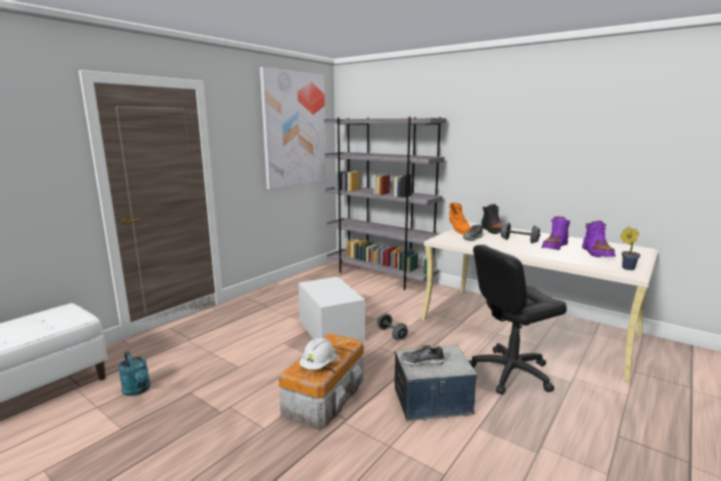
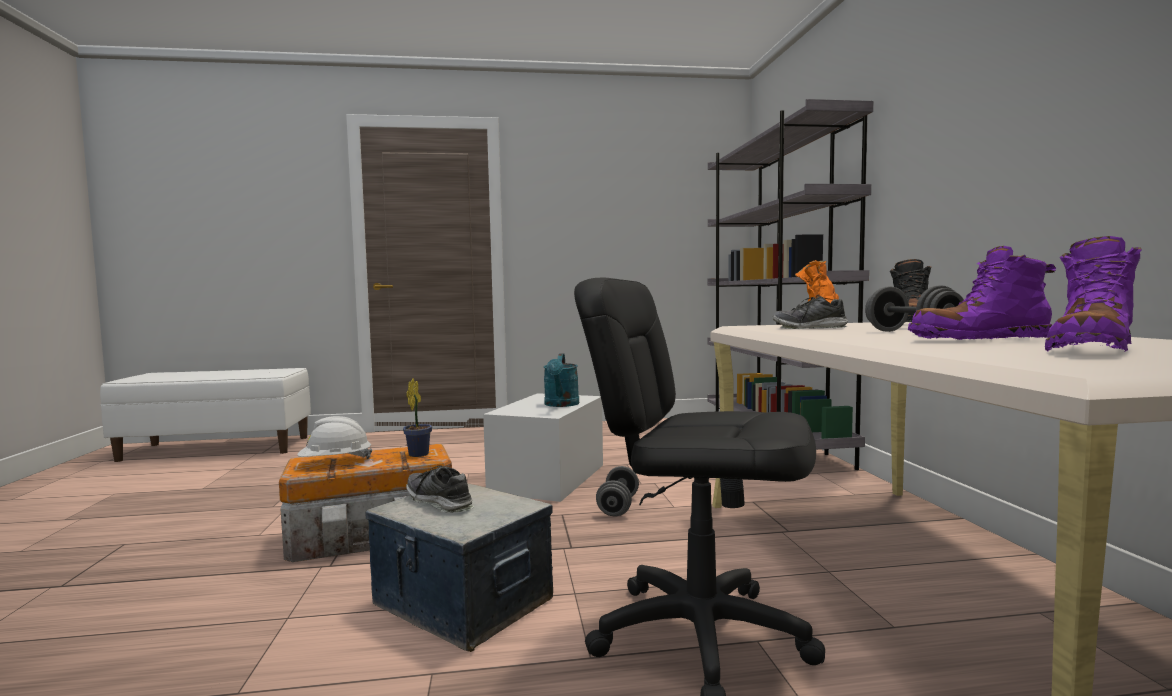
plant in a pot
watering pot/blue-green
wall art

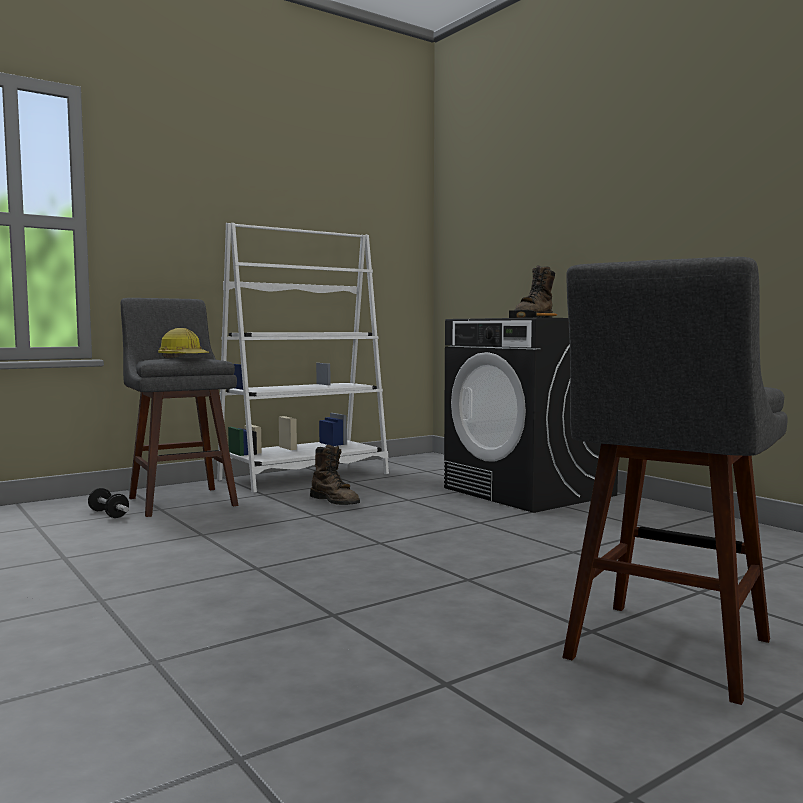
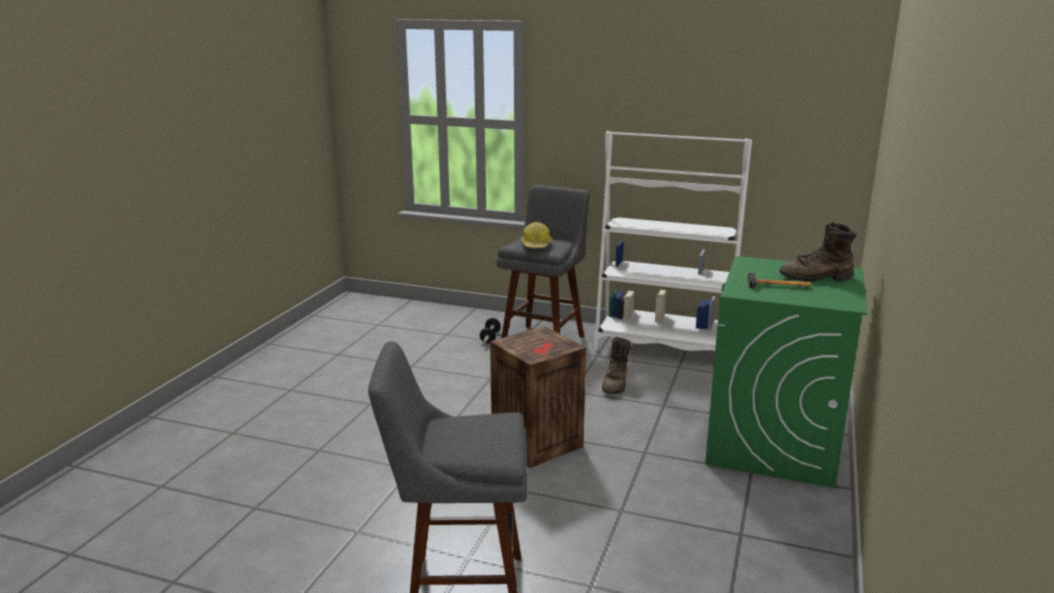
shipping crate
laundry appliance/green-coloured

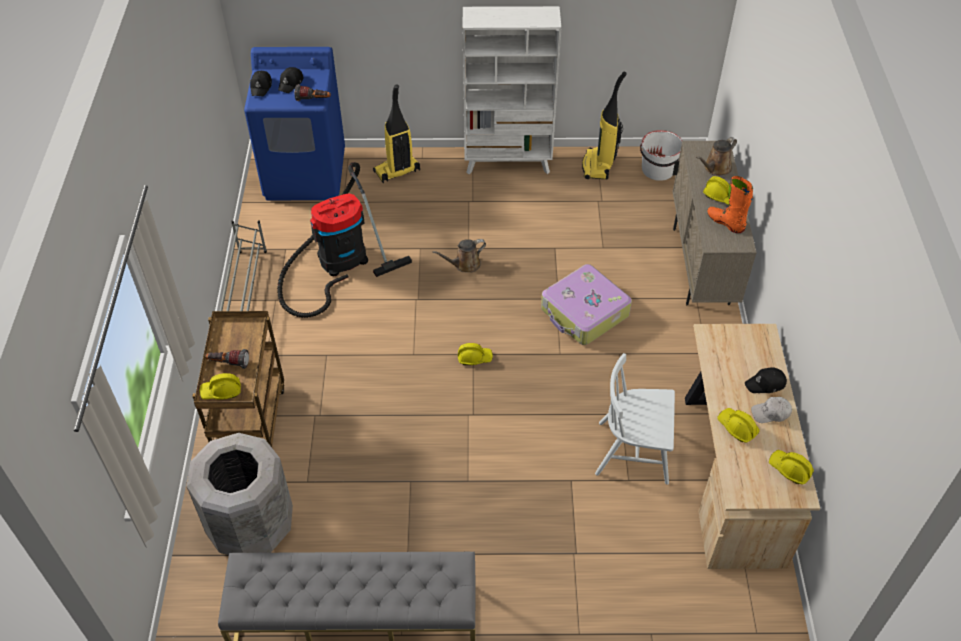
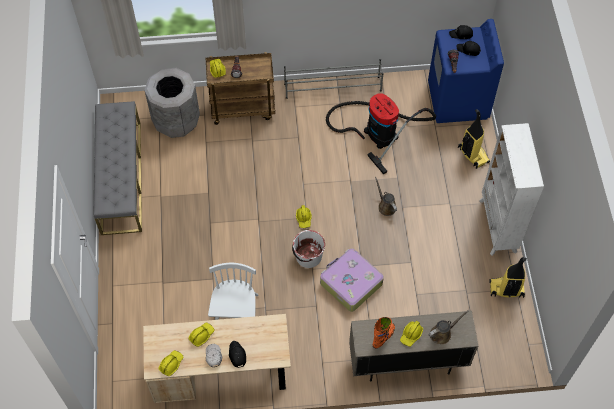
water bucket/white-coloured
watering pot/brown-coloured (no. 2 from left)

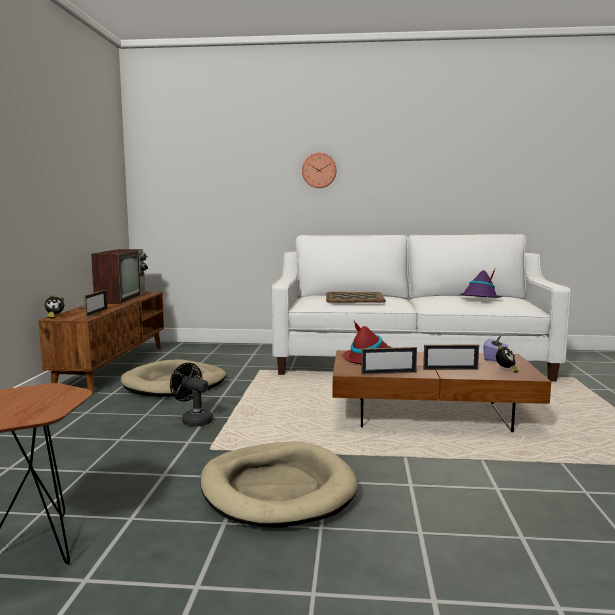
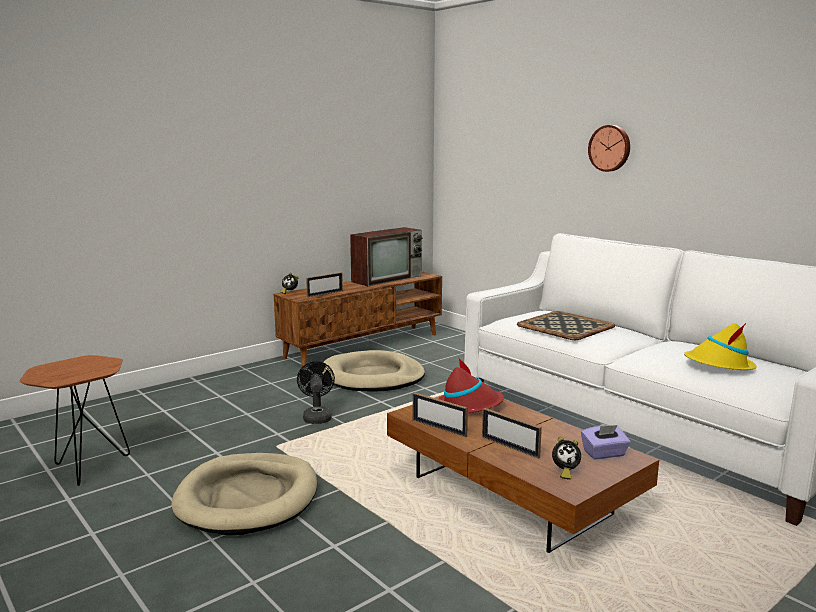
wearable hat/yellow

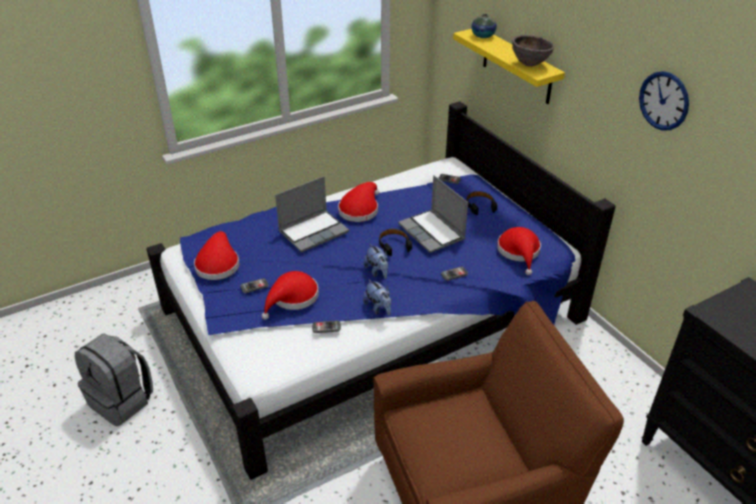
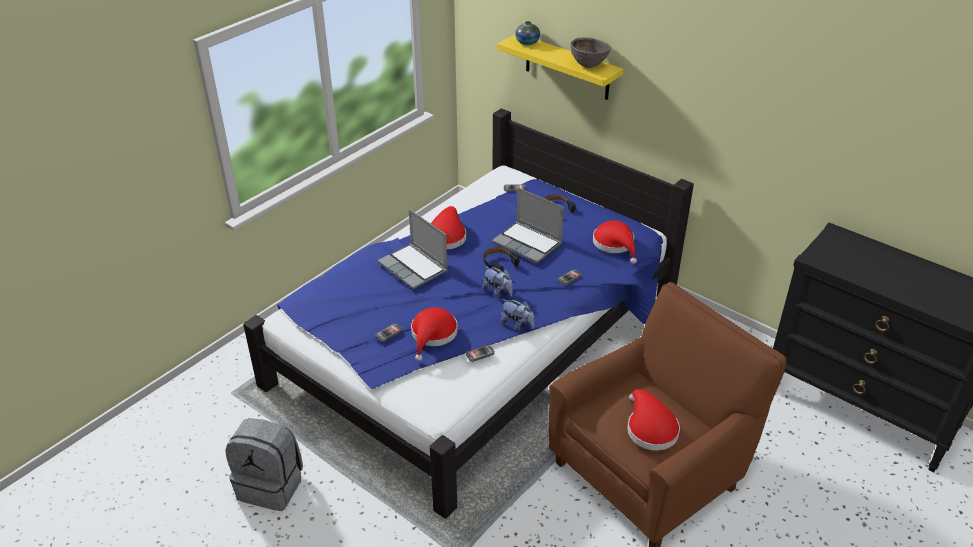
laptop (no. 1 from left)
wearable hat/reddish (no. 4 from left)
clock on the wall

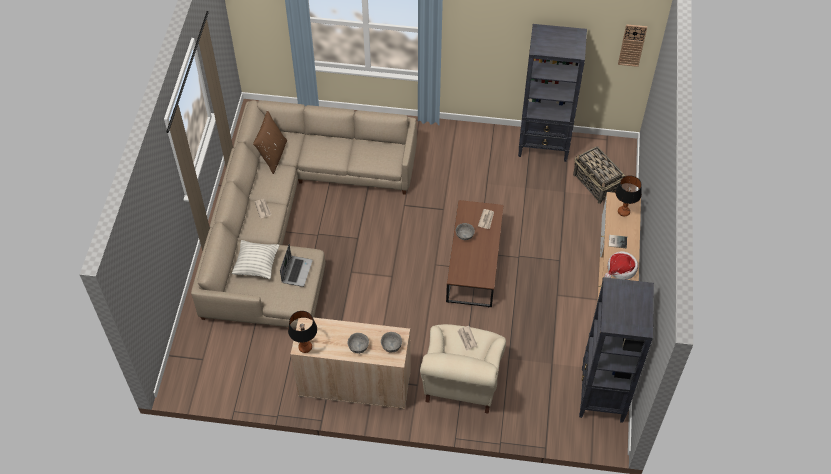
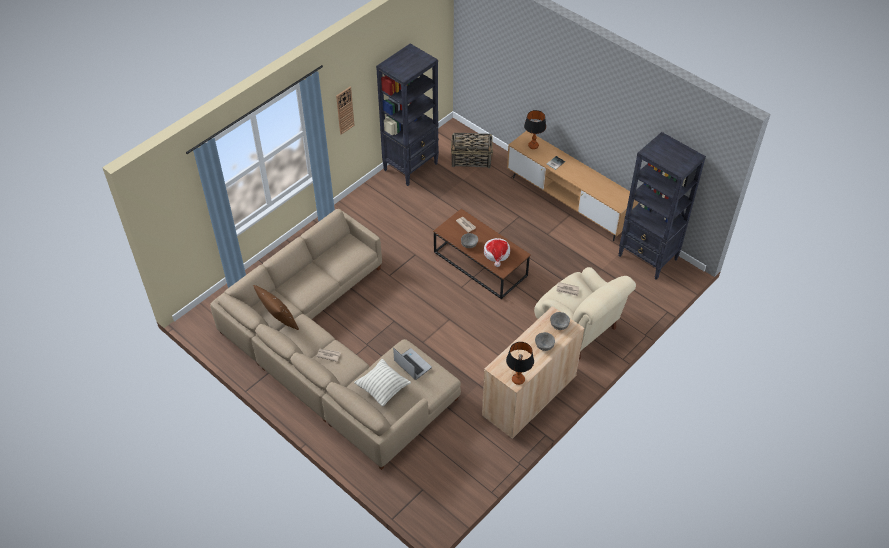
clock on the wall
wearable hat

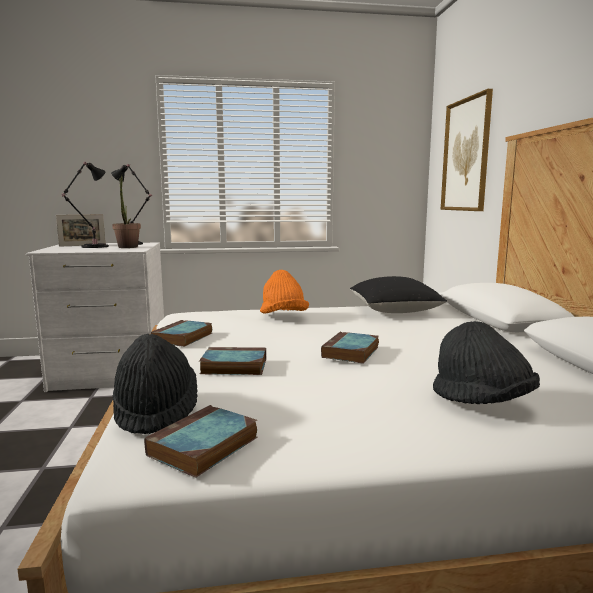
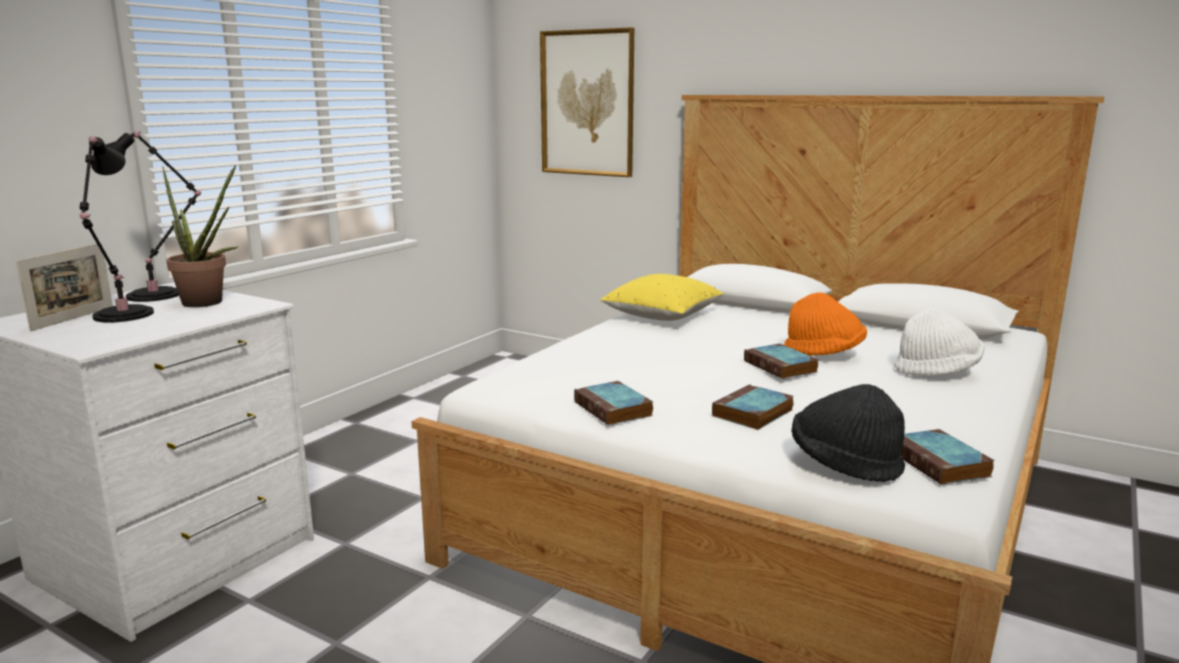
cushion/yellow
wearable hat/orangey
wearable hat/white-coloured

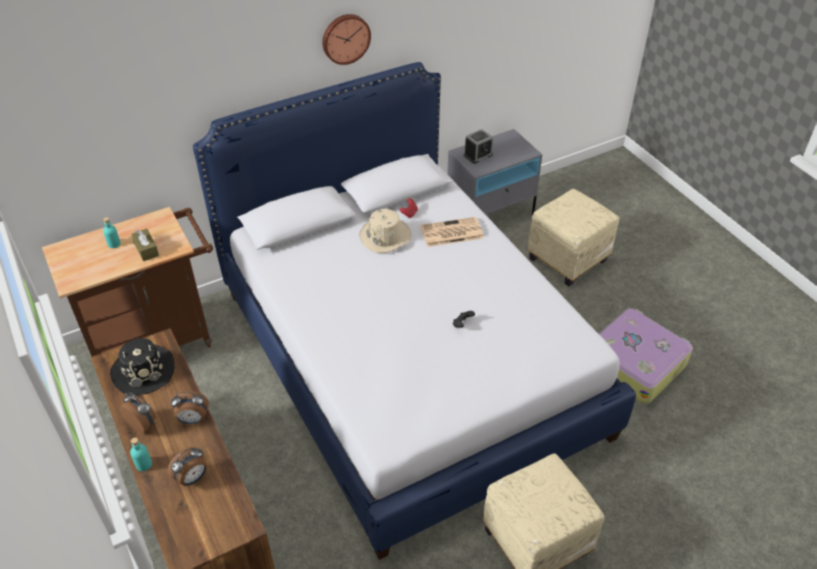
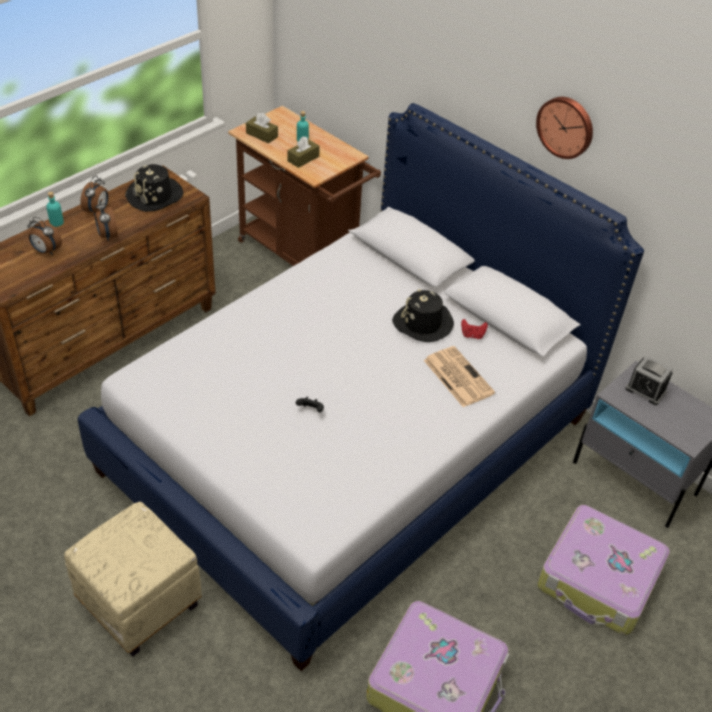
tissue holder/brown-coloured (no. 1 from left)
wearable hat/black-coloured (no. 2 from left)
suitcase (no. 2 from left)

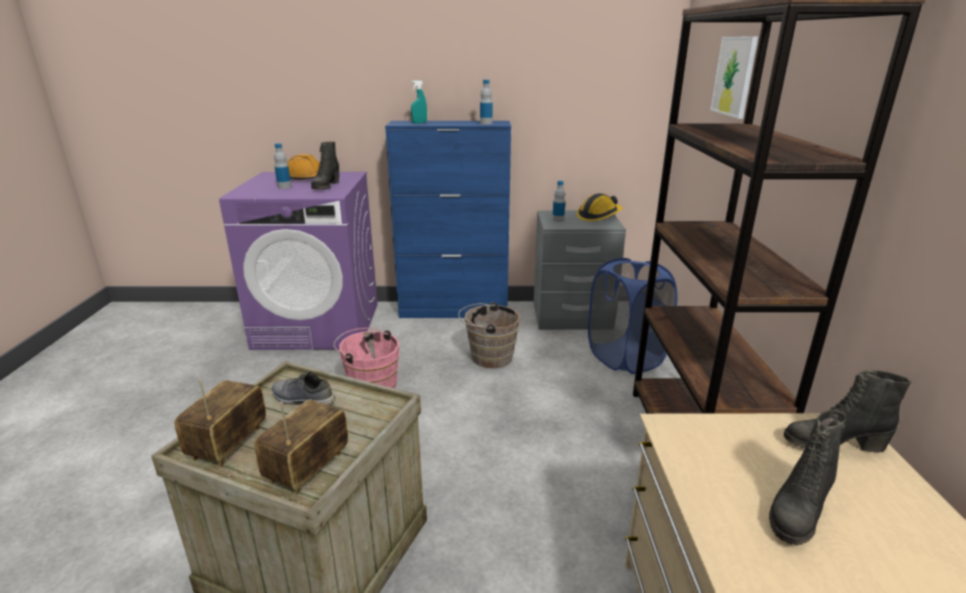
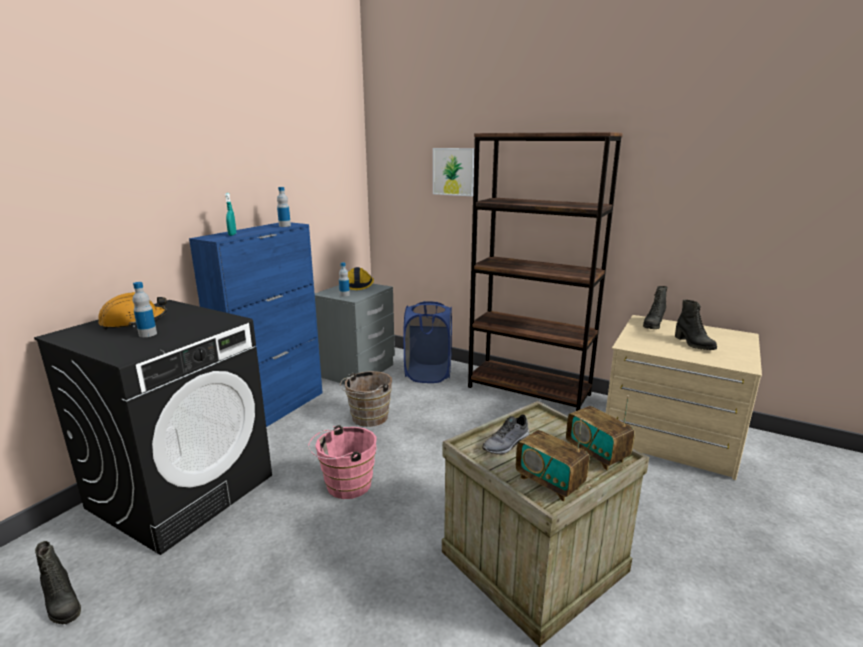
laundry appliance/black-coloured
tall boot/black-coloured (no. 1 from left)

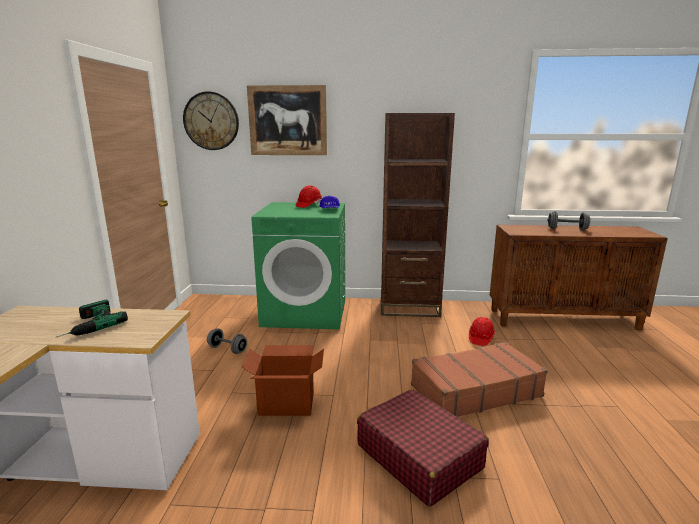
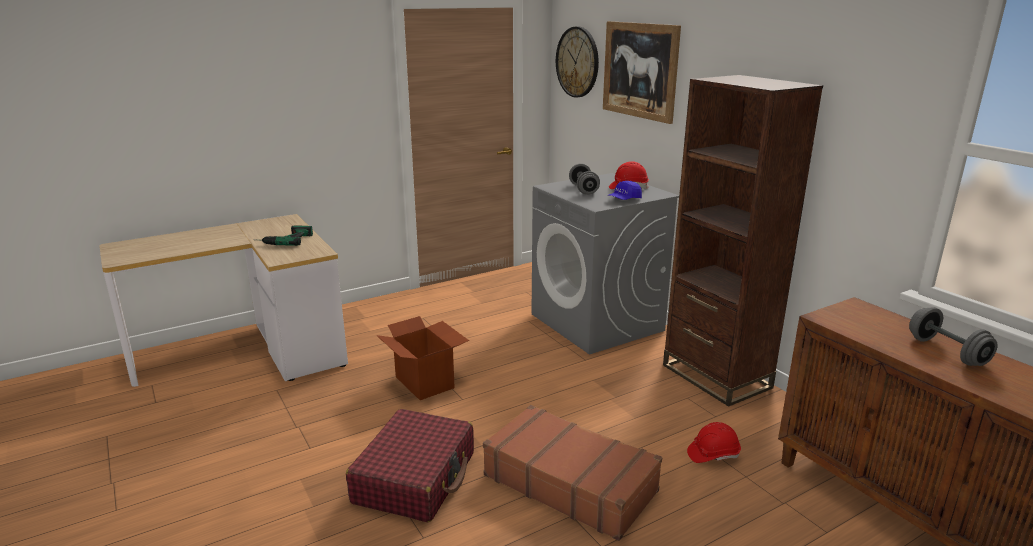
laundry appliance/grey
free weight/grey (no. 1 from left)

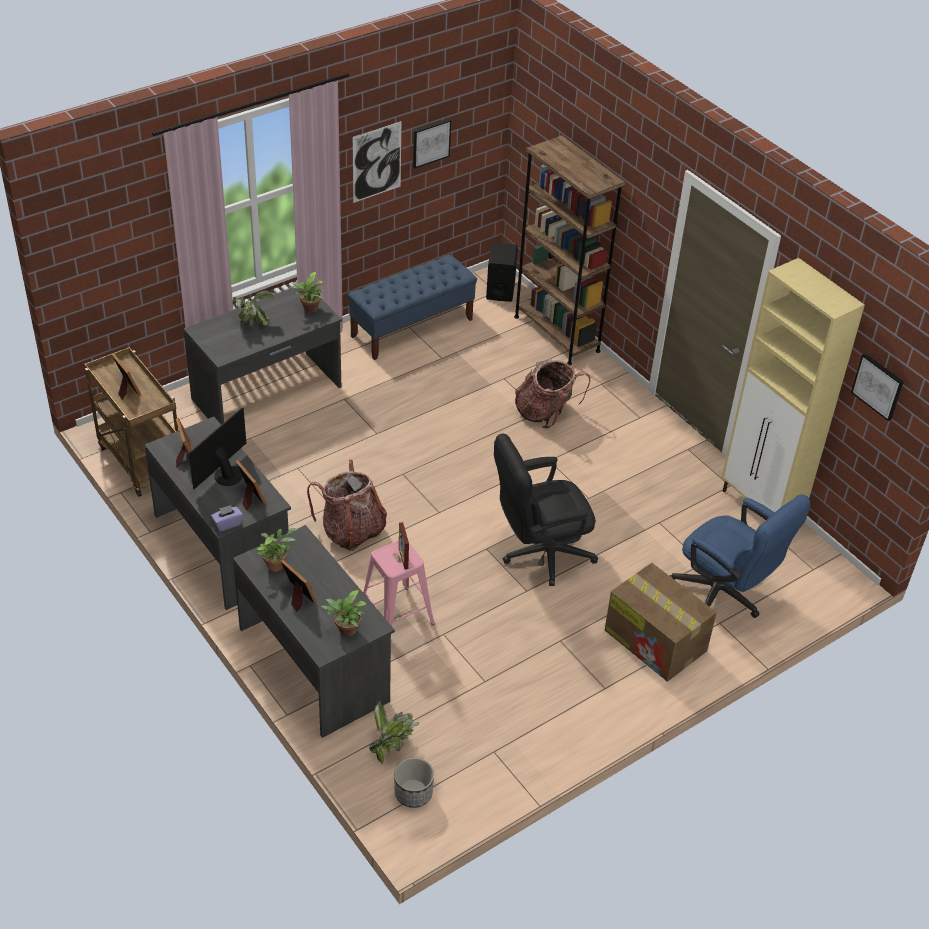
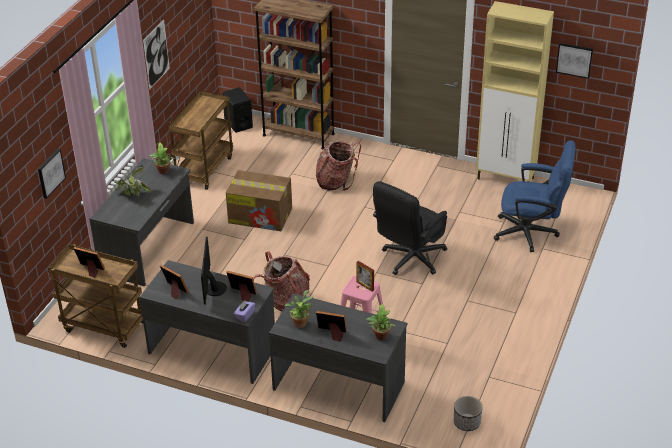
wall art (no. 1 from left)
cart/brown-coloured (no. 2 from left)
carton
plant in a pot (no. 5 from left in the first image)

